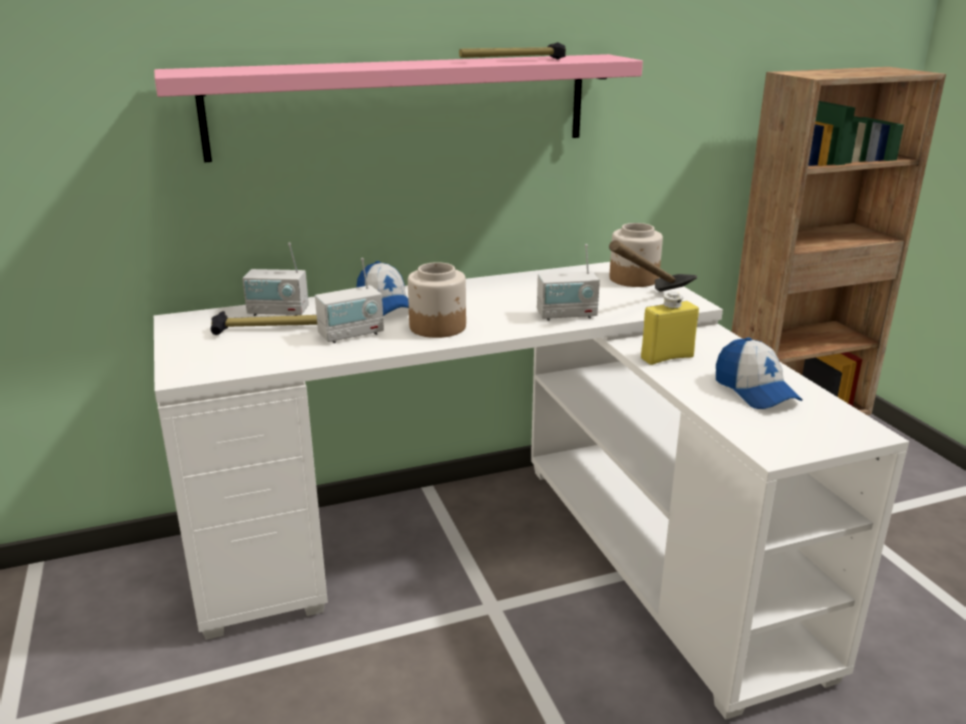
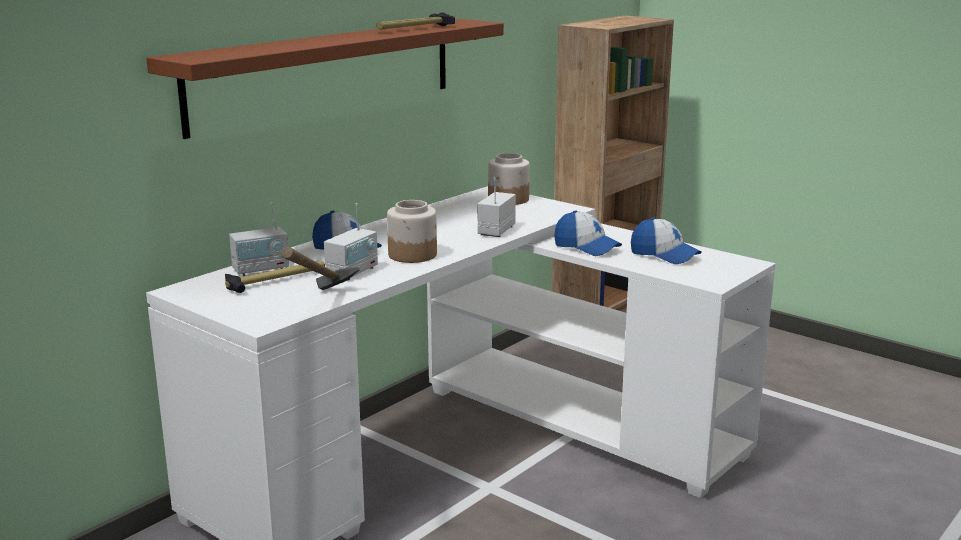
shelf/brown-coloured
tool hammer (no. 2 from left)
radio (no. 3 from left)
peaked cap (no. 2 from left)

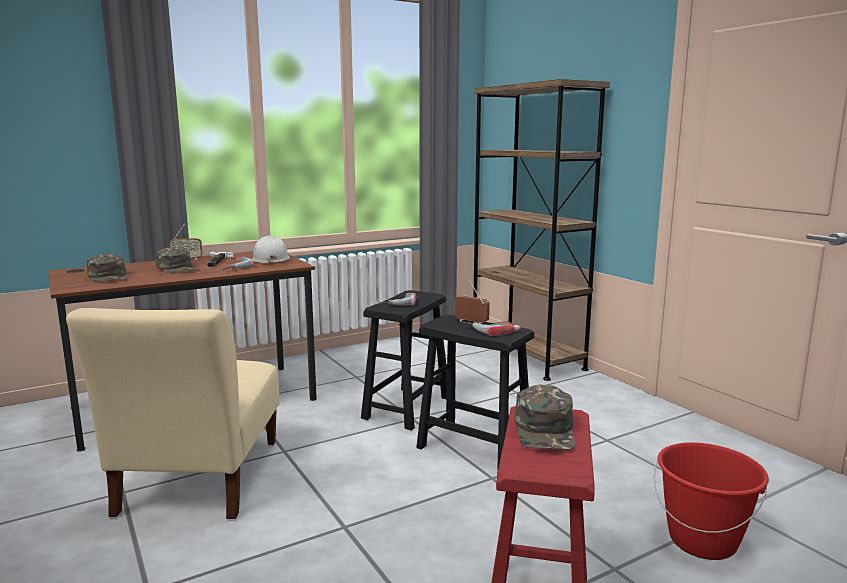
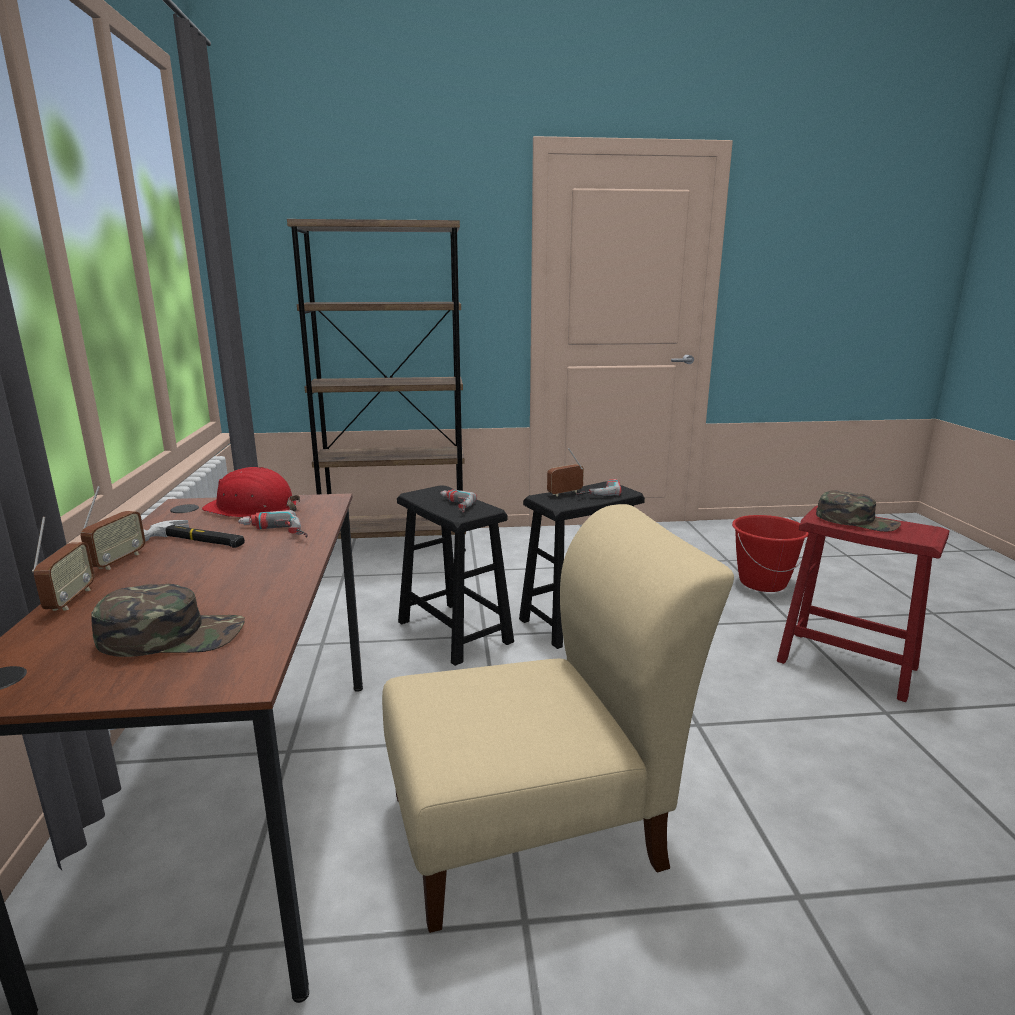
radio (no. 1 from left)
work helmet/reddish
plain chair/beige
peaked cap/green-coloured (no. 2 from left in the first image)

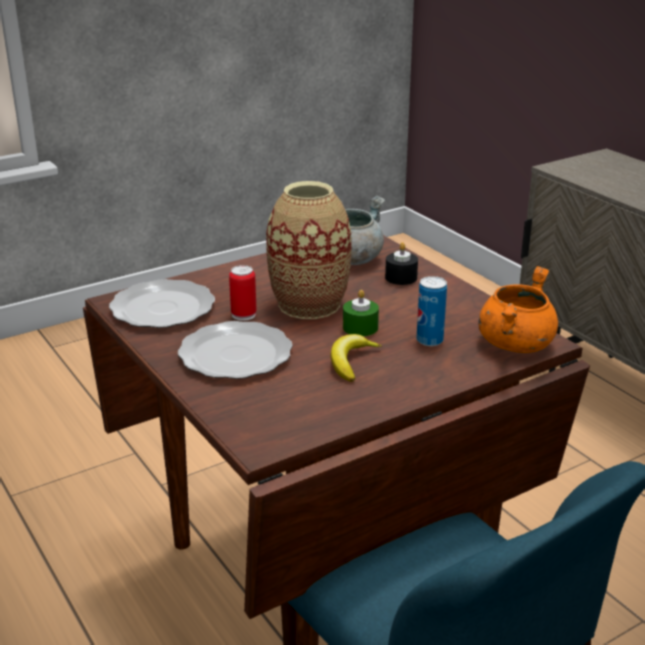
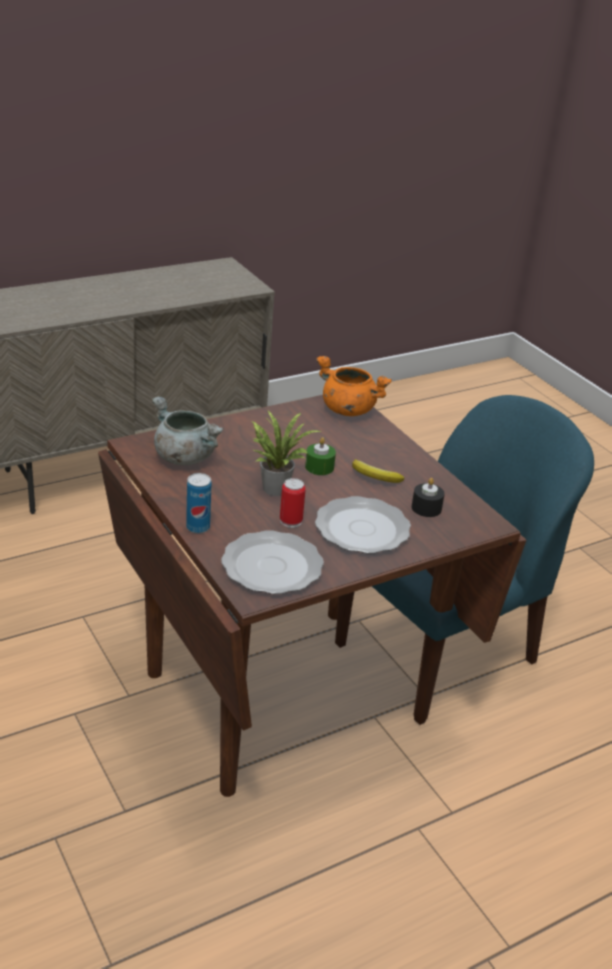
metal can (no. 1 from left)
plant in a pot
wax candle/black-coloured

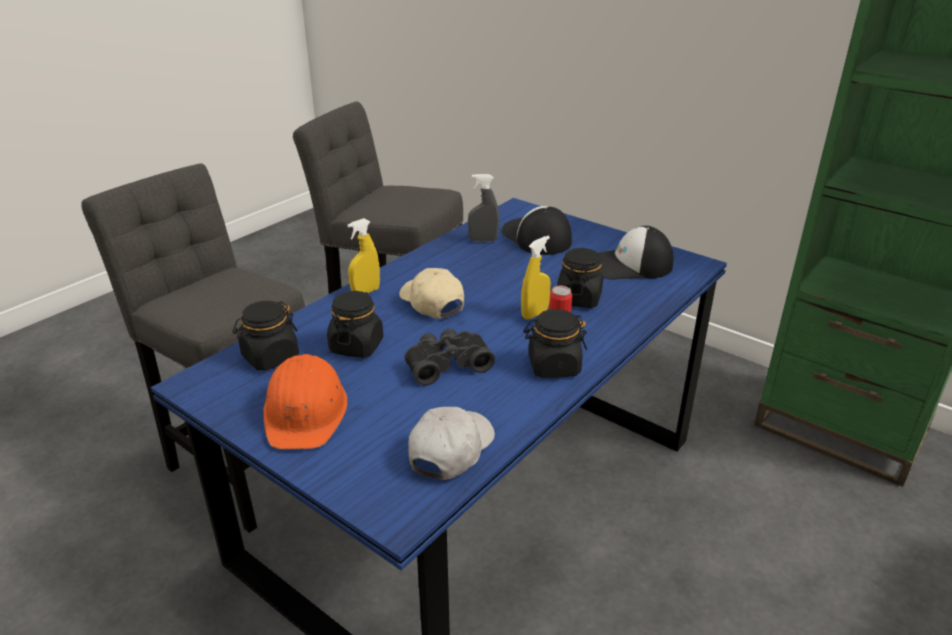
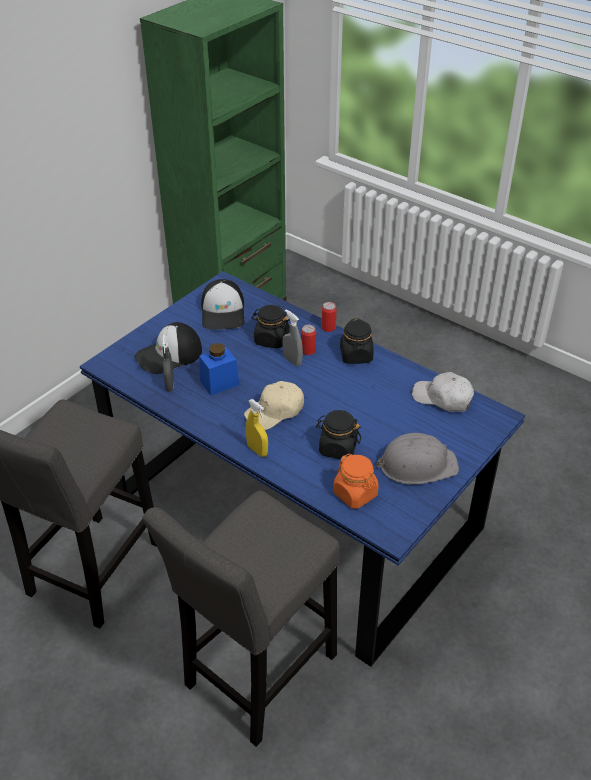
storage jar/blue-coloured
sprayer/grey (no. 2 from left)
metal can (no. 2 from left)
storage jar/orangey
work helmet/grey
binoculars/black-coloured

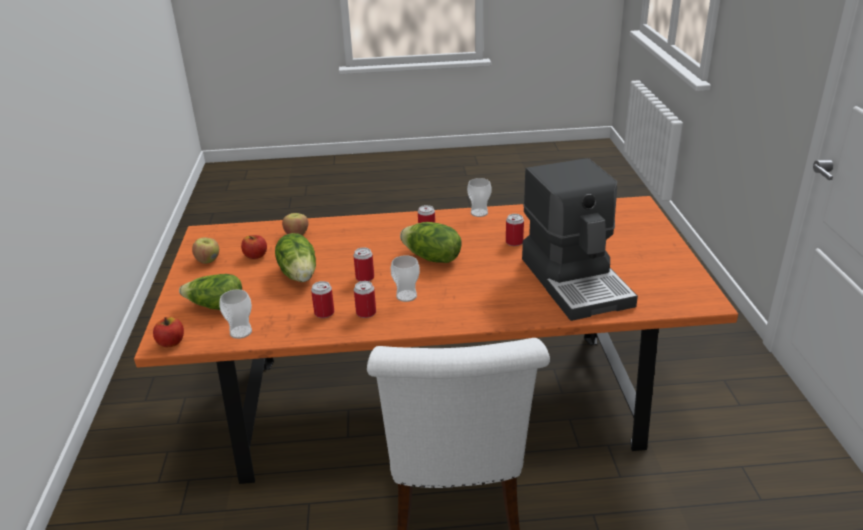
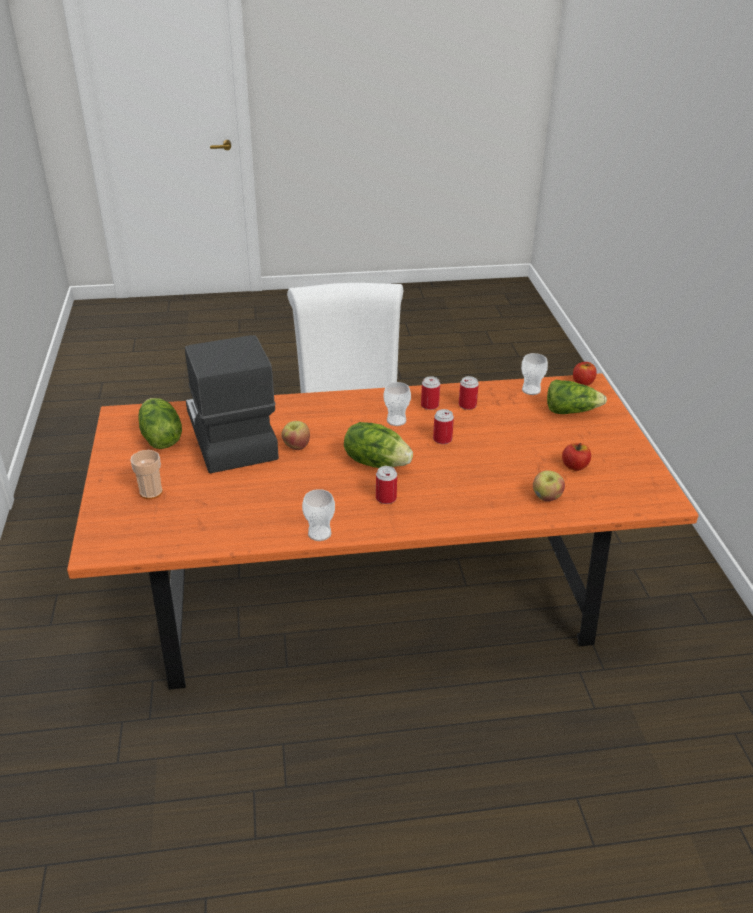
drinking cup (no. 1 from left)
lettuce (no. 1 from left)
apple fruit (no. 1 from left)
metal can (no. 5 from left in the first image)

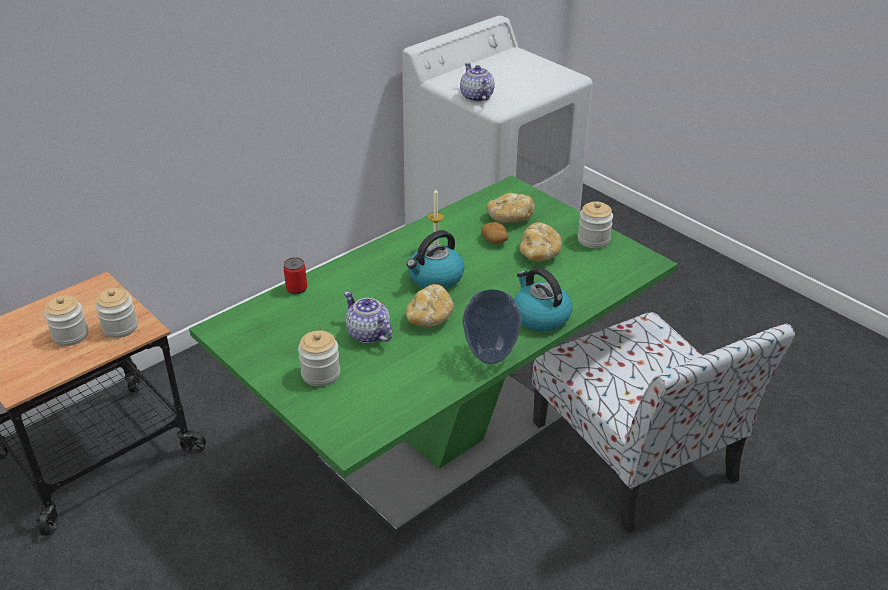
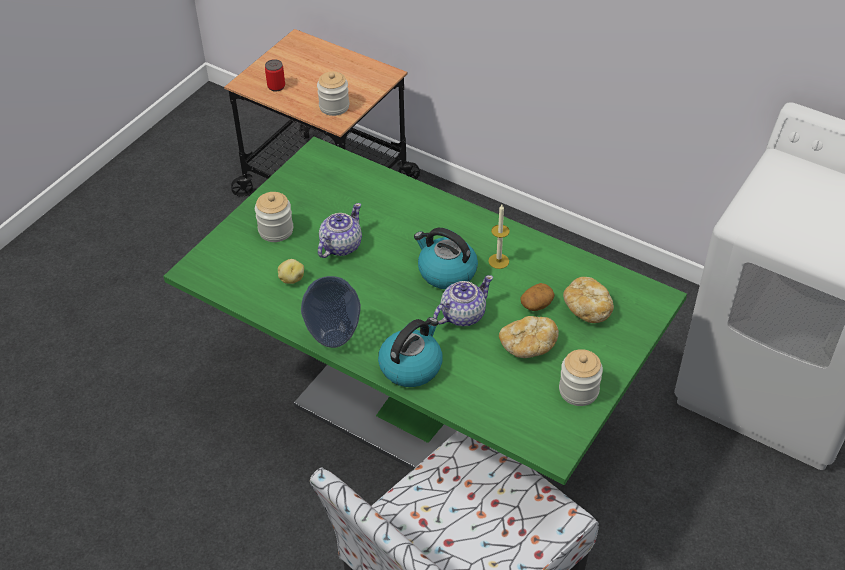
metal can
whole potato (no. 1 from left)
tea pot (no. 2 from left)
storage jar (no. 1 from left in the first image)
bakery bread (no. 1 from left in the first image)

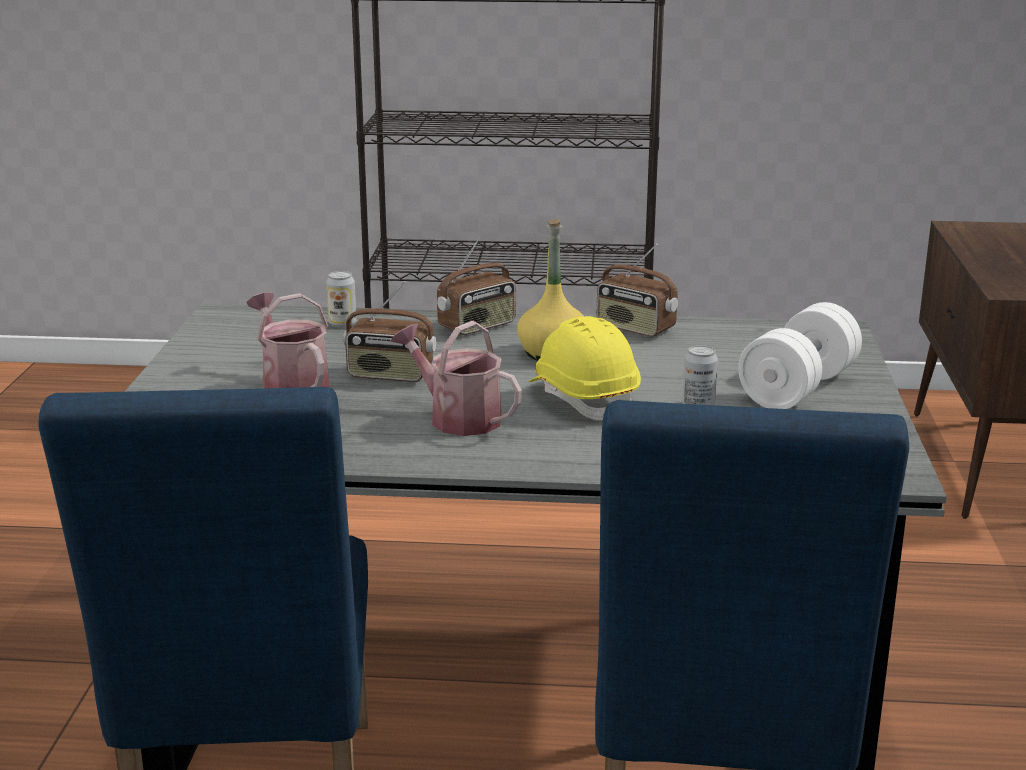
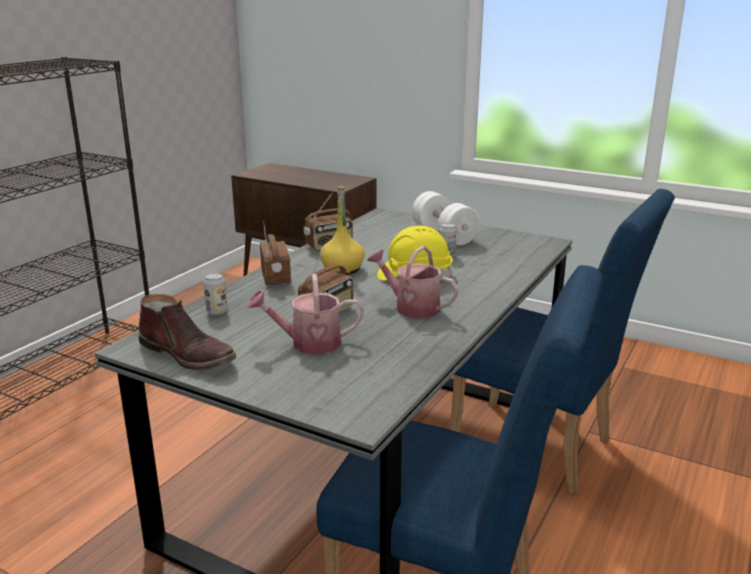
tall boot/brown-coloured
watering pot (no. 2 from left)

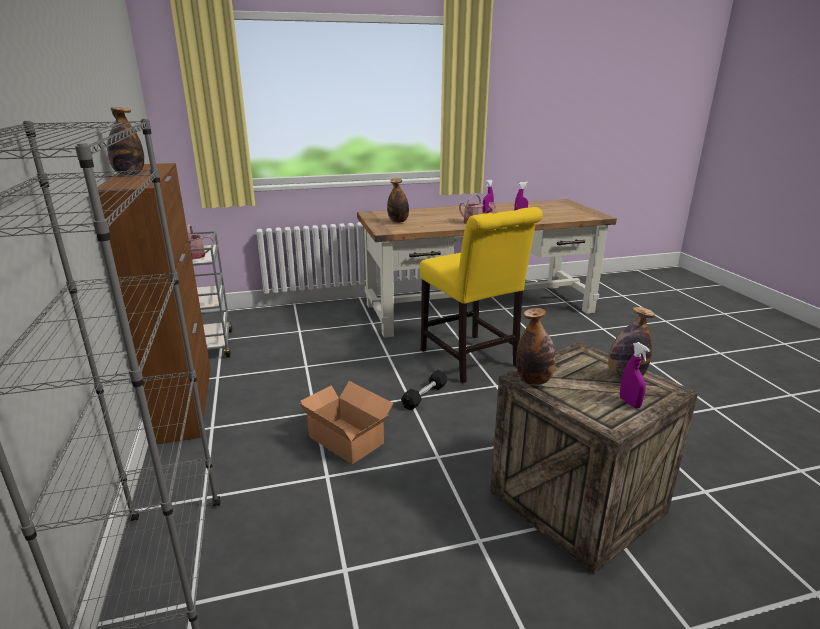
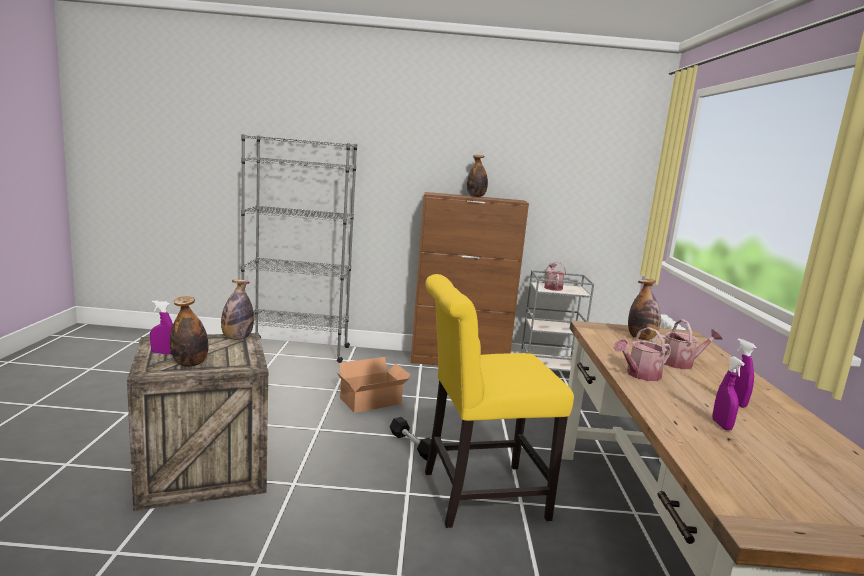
watering pot (no. 3 from left)

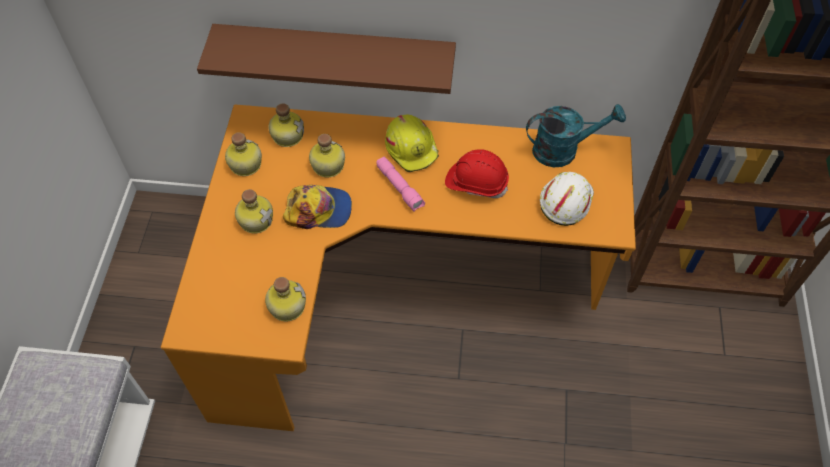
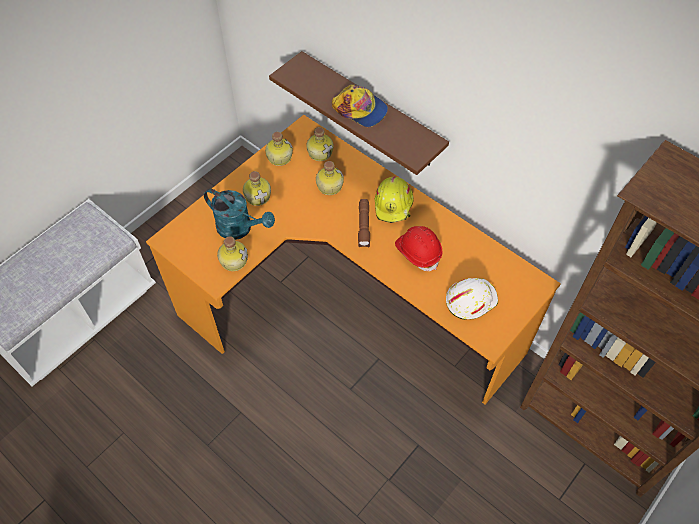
watering pot/blue-green
peaked cap
torch/brown-coloured

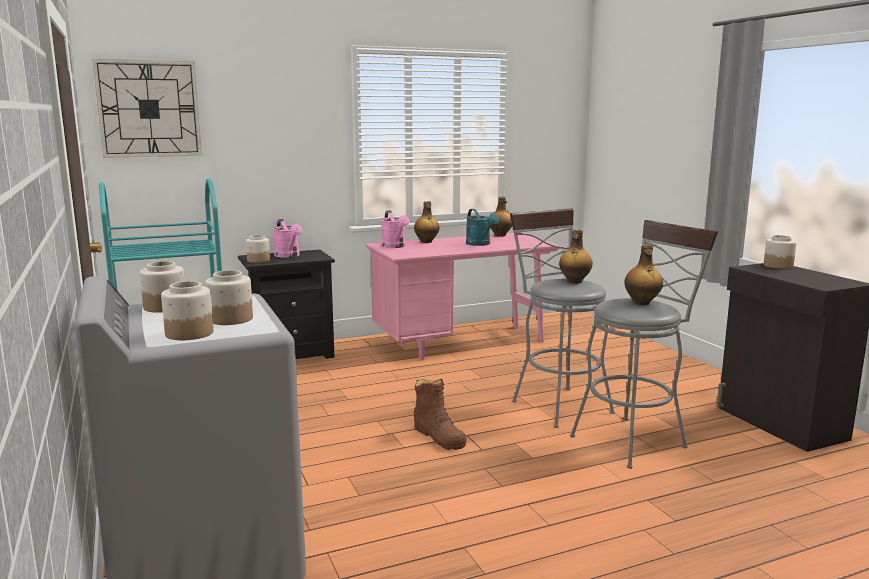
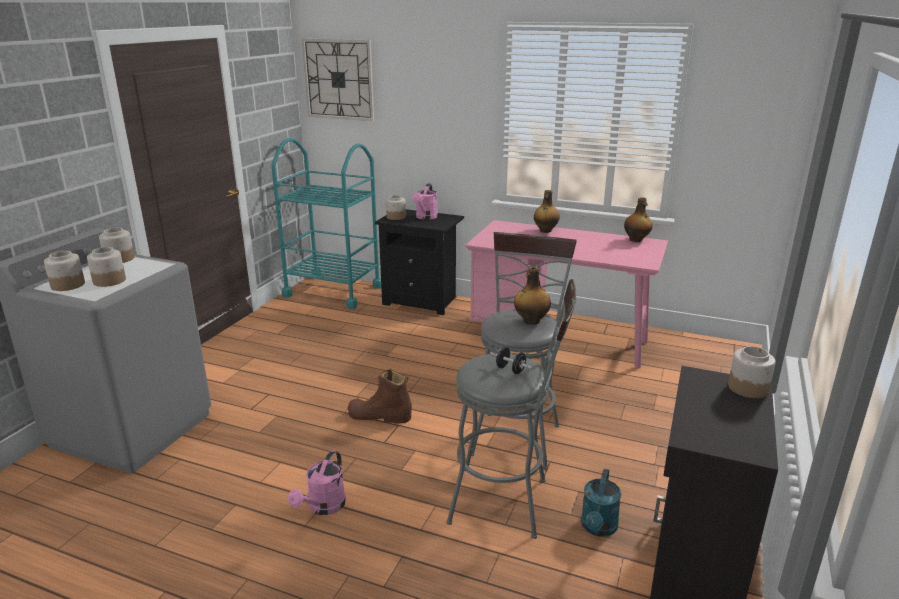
watering pot/pink (no. 1 from left)
tall boot/brown-coloured
free weight/black-coloured
watering pot/blue-green

